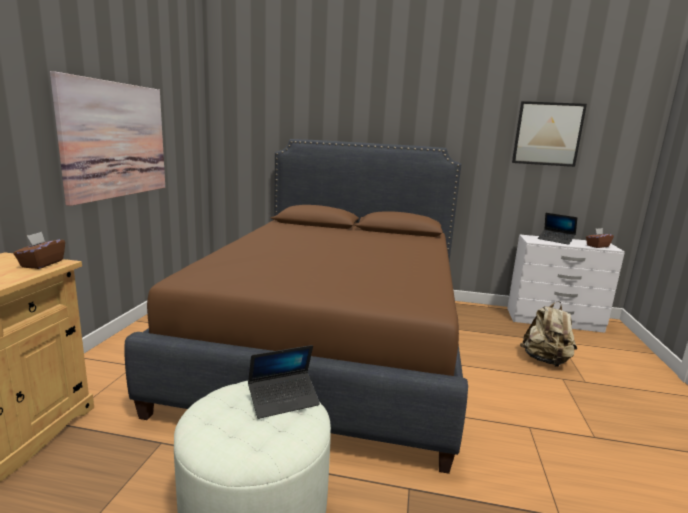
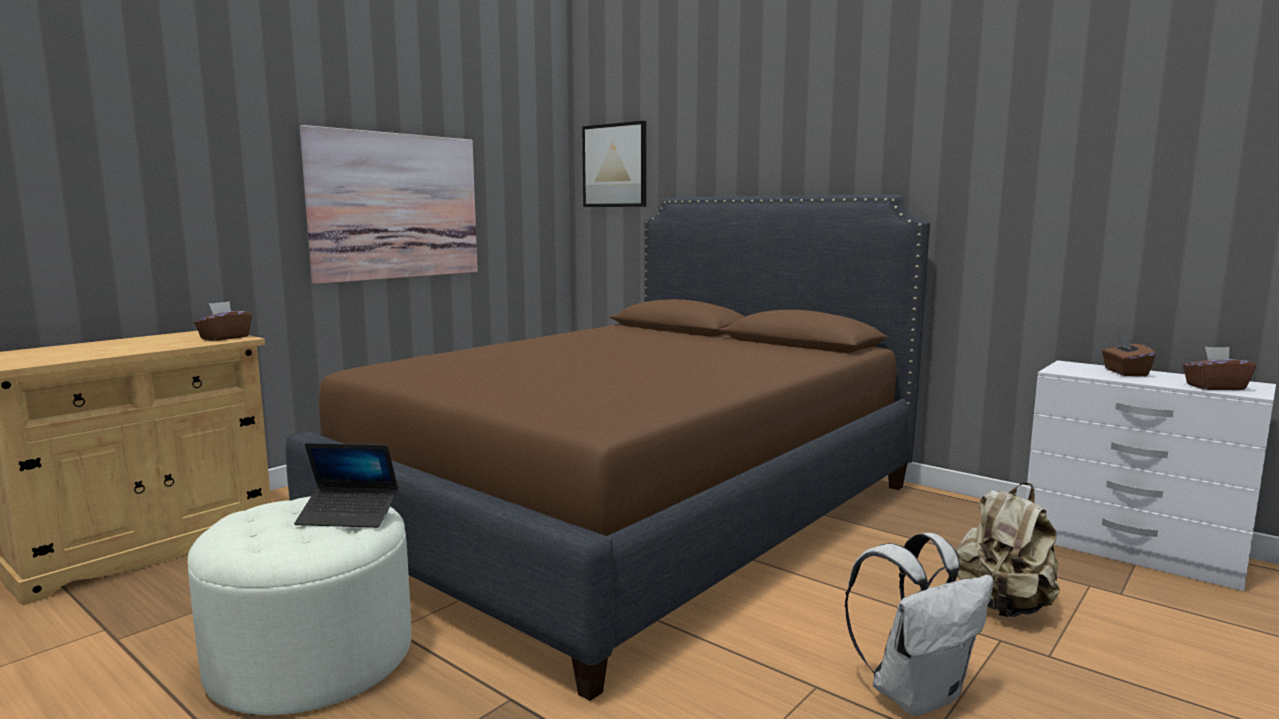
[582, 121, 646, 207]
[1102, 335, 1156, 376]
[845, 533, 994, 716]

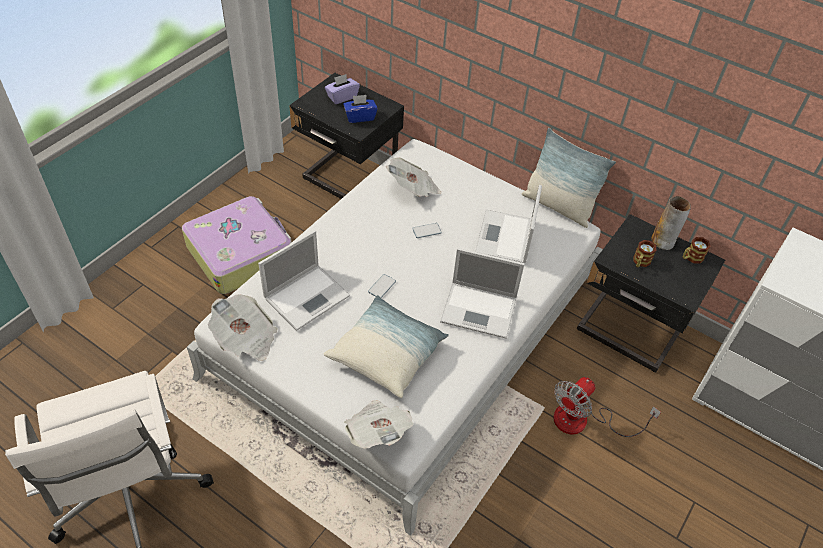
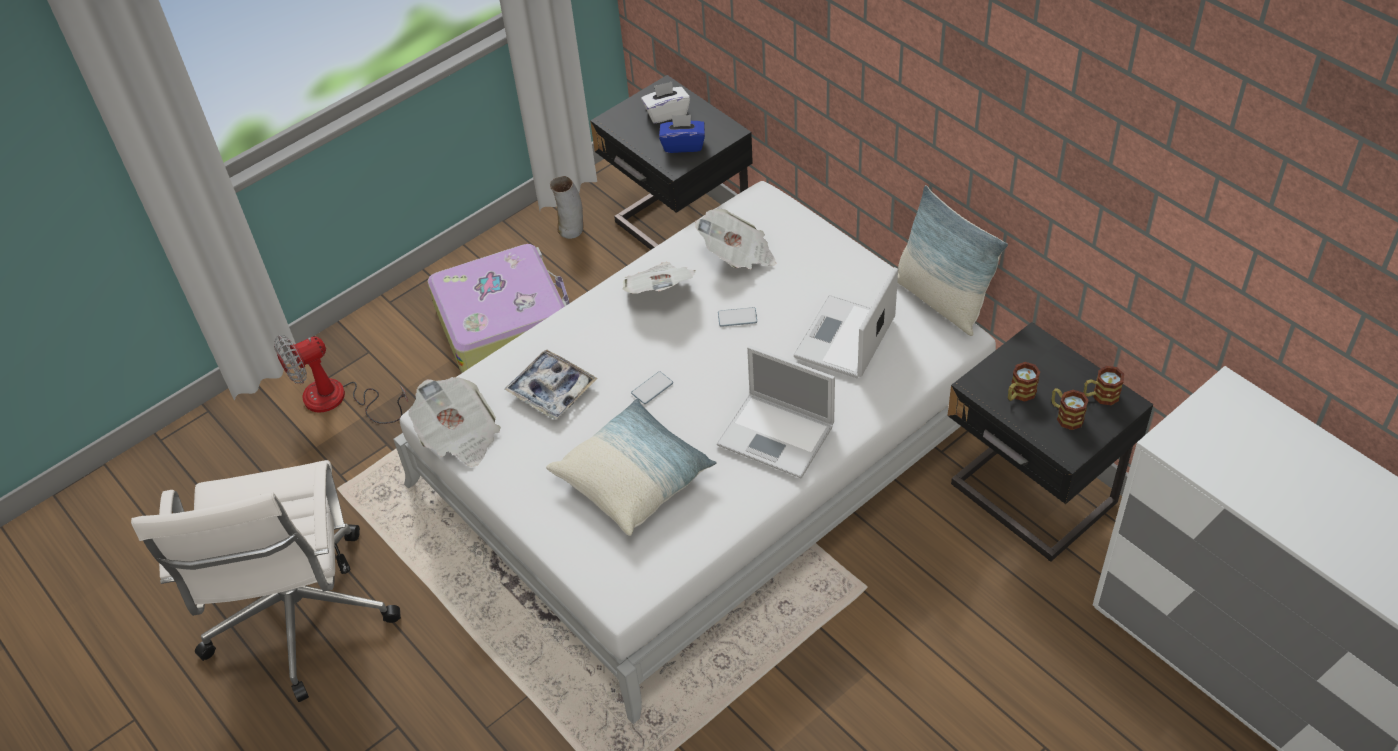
[504, 349, 598, 419]
[641, 82, 690, 124]
[623, 262, 696, 294]
[274, 335, 408, 424]
[550, 176, 583, 239]
[1051, 388, 1089, 430]

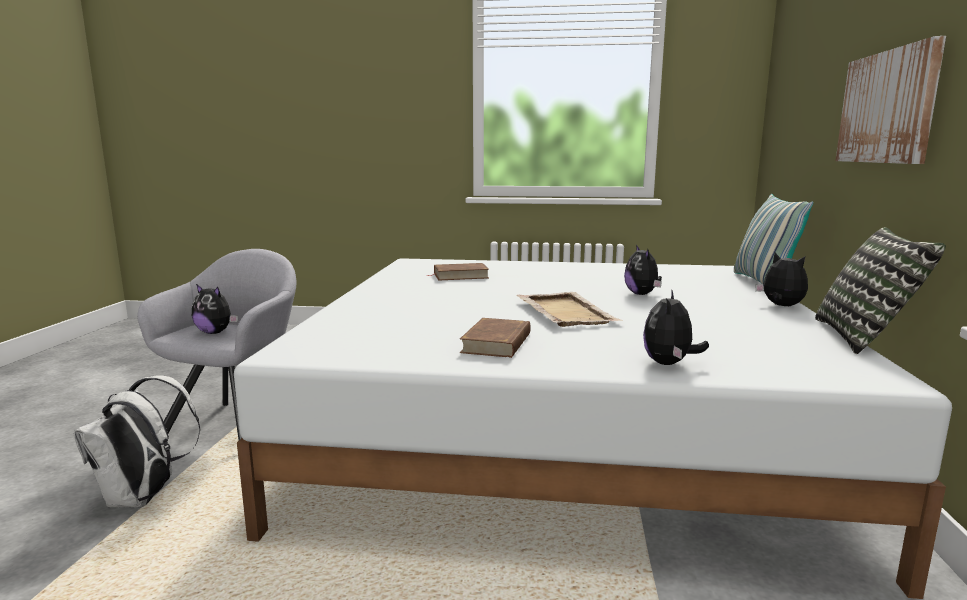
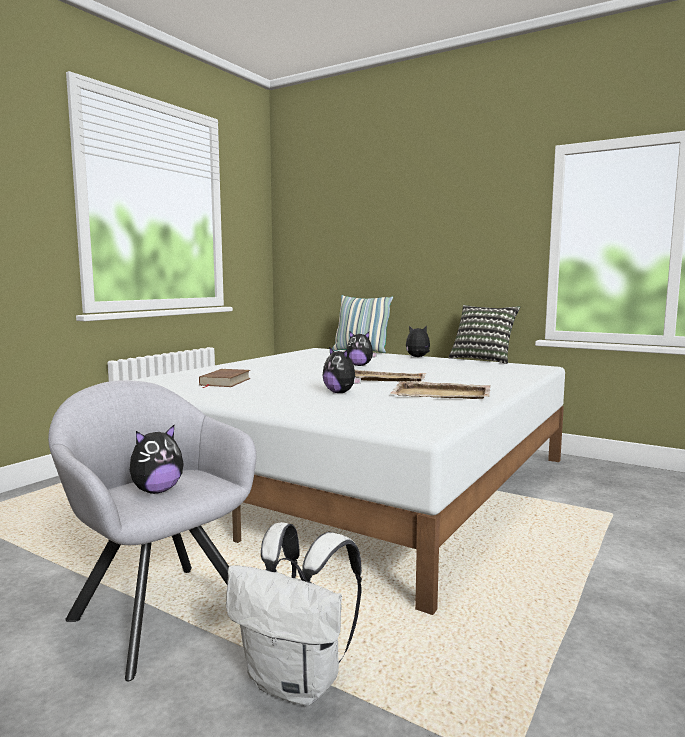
[390, 381, 491, 399]
[322, 347, 361, 393]
[836, 36, 946, 164] (first image)

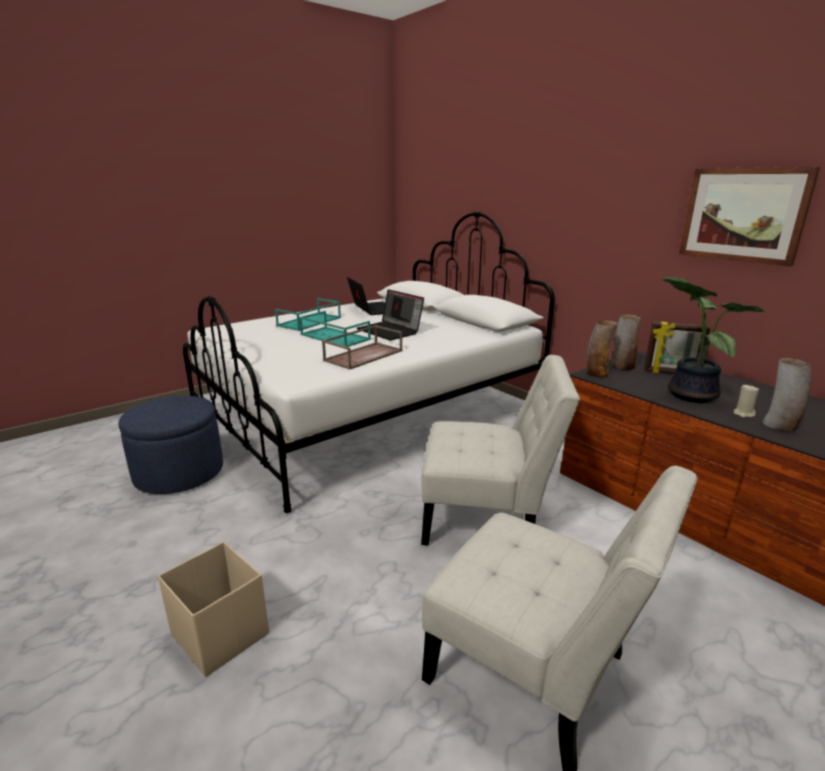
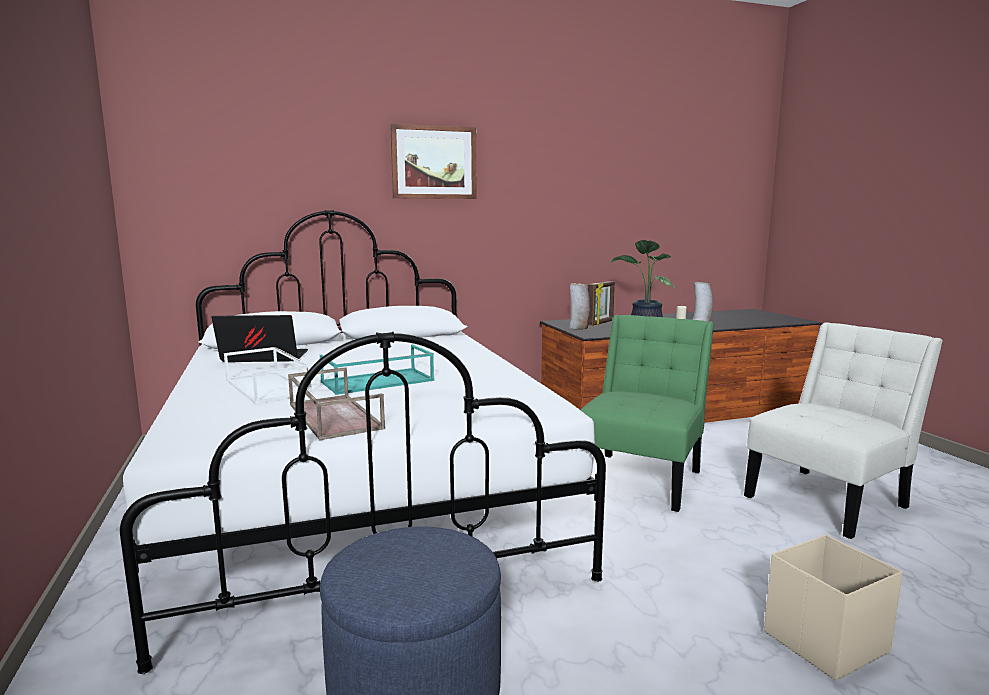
[224, 347, 312, 404]
[288, 367, 385, 440]
[357, 289, 424, 340] (first image)
[581, 315, 714, 512]
[586, 320, 618, 378] (first image)
[390, 124, 477, 199]

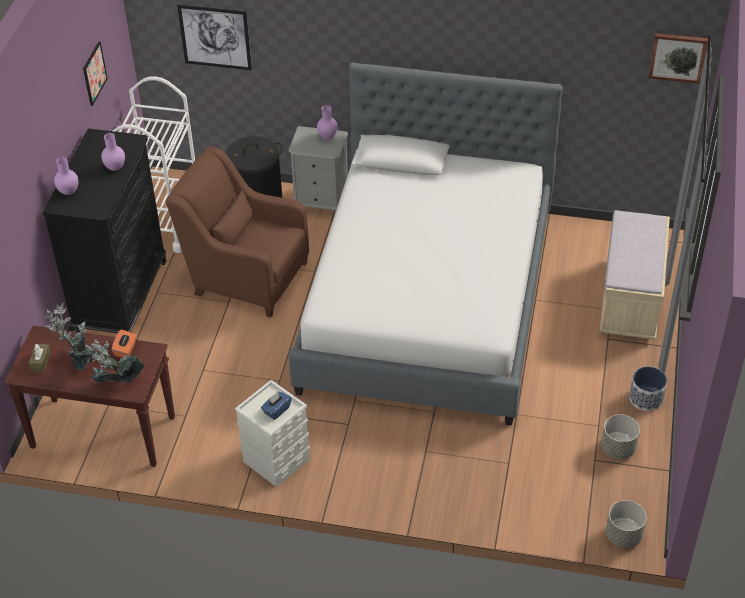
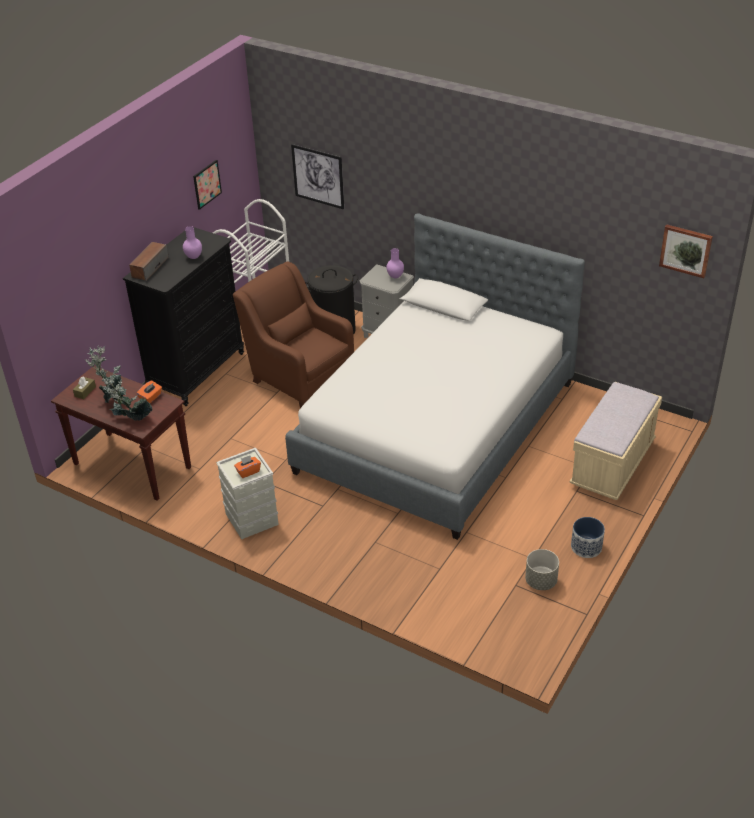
[129, 242, 168, 281]
[234, 456, 261, 478]
[606, 500, 647, 548] (first image)

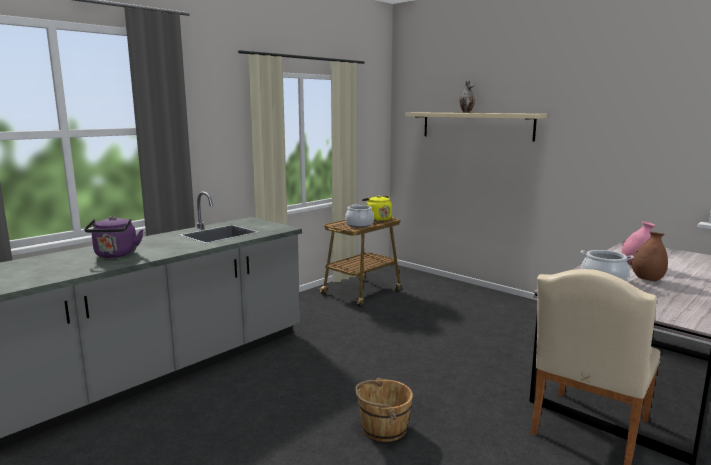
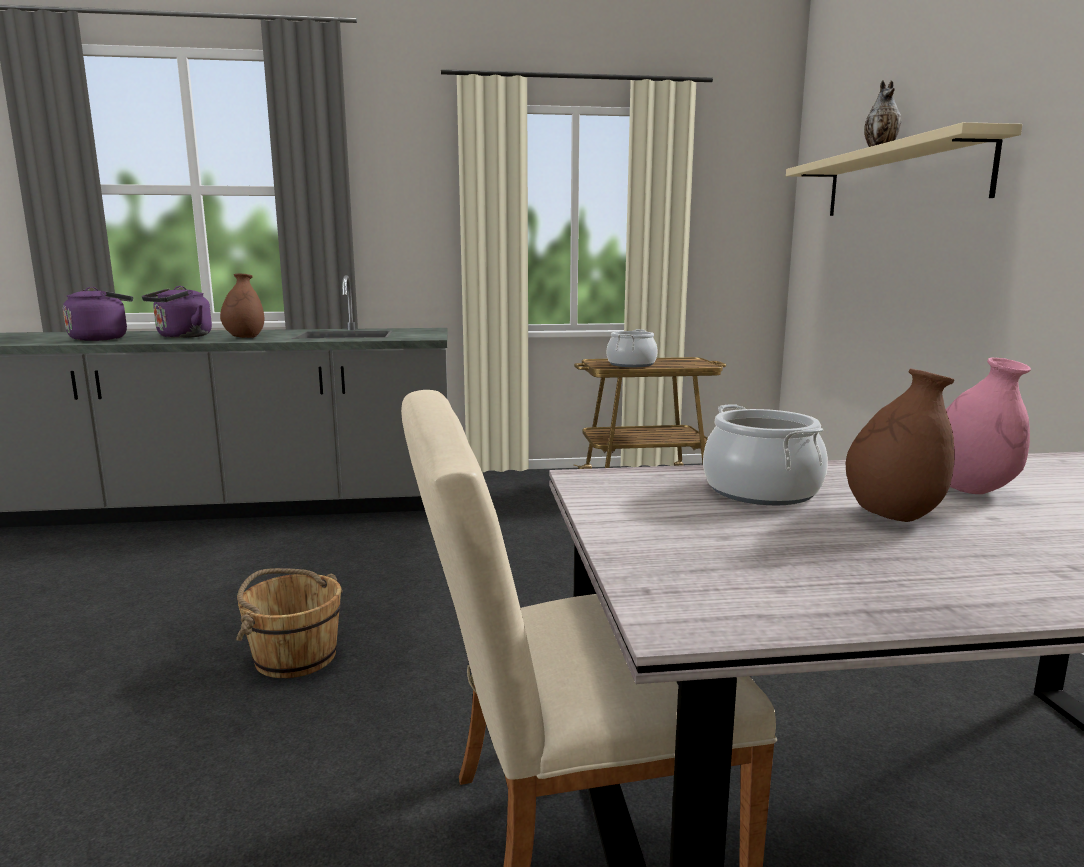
[362, 195, 392, 221] (first image)
[63, 287, 133, 341]
[220, 273, 264, 338]

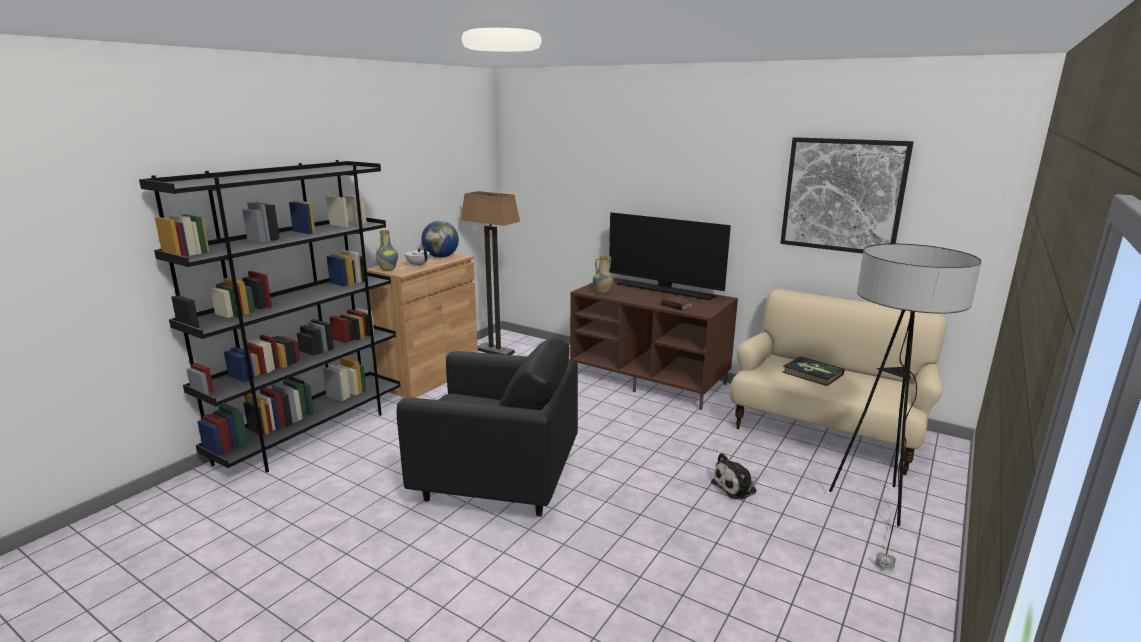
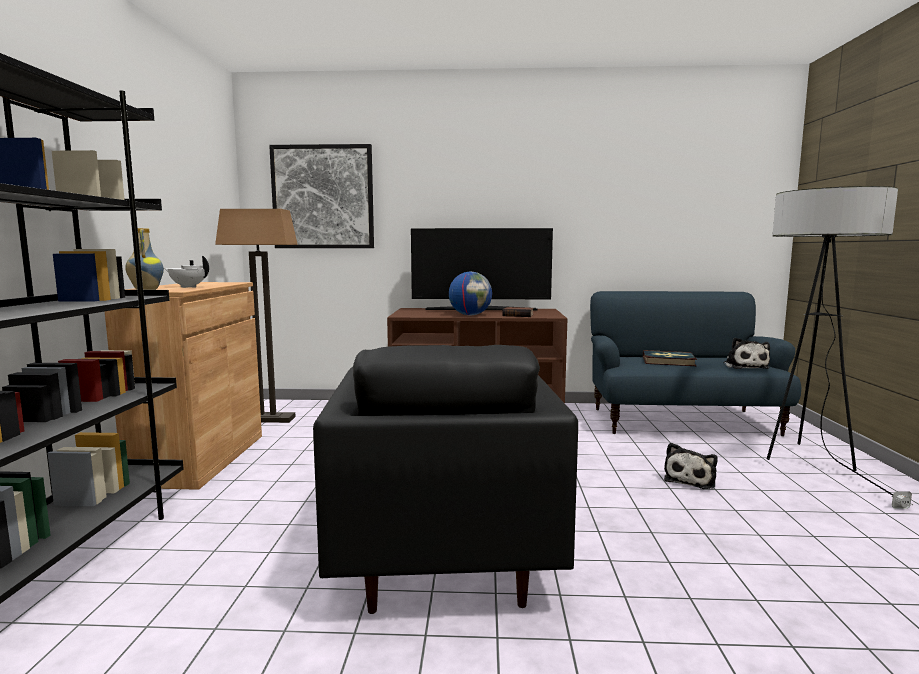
[313, 345, 578, 614]
[449, 272, 492, 315]
[593, 256, 613, 294] (first image)
[590, 291, 801, 437]
[269, 144, 374, 248]
[724, 338, 770, 369]

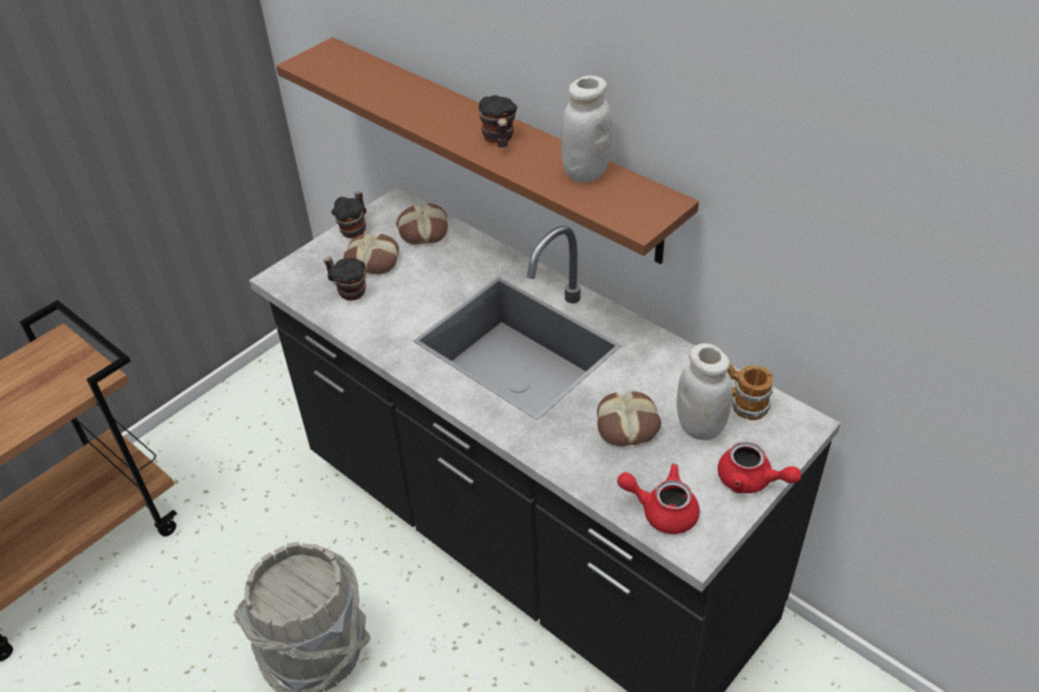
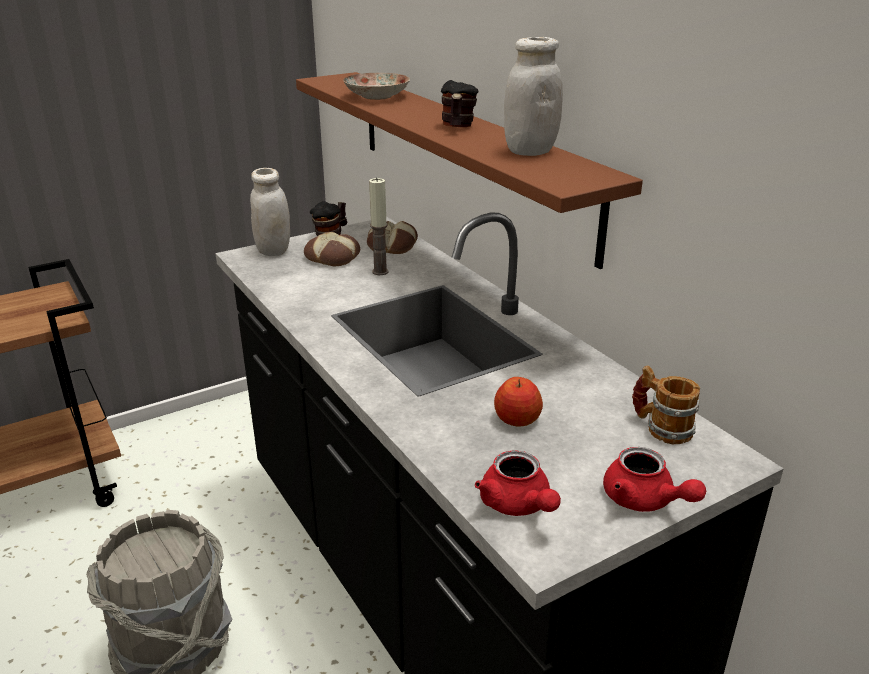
[323, 256, 366, 300] (first image)
[494, 377, 543, 427]
[475, 450, 561, 516]
[250, 168, 290, 256]
[343, 73, 410, 100]
[369, 178, 389, 275]

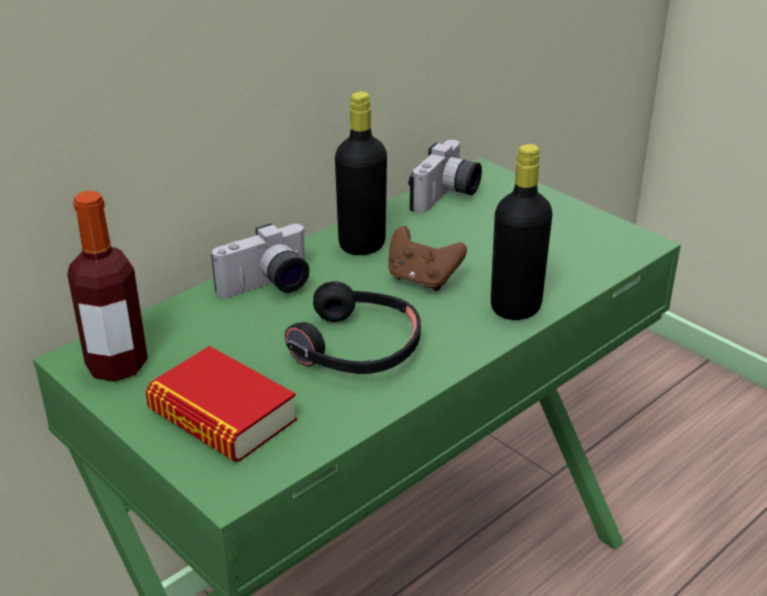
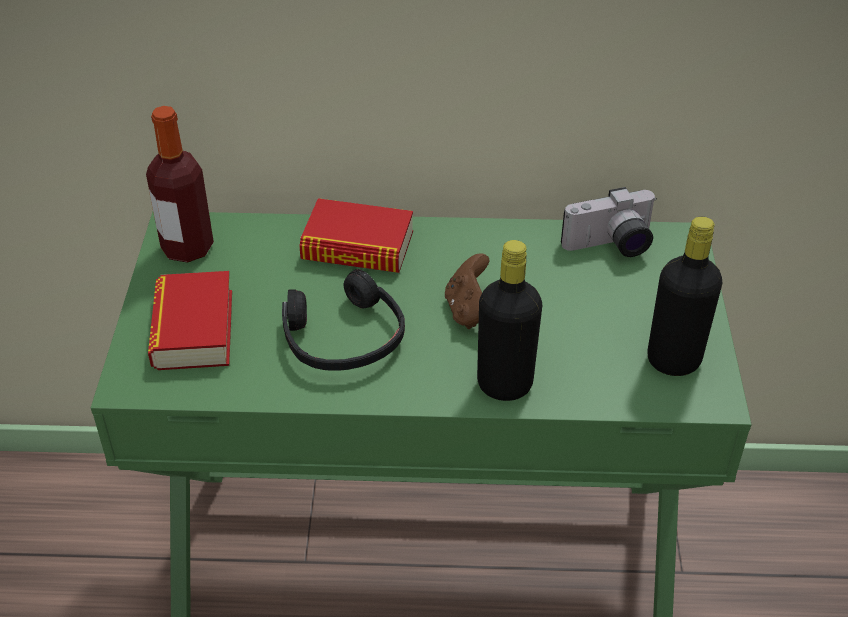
[299, 198, 413, 273]
[648, 217, 722, 376]

